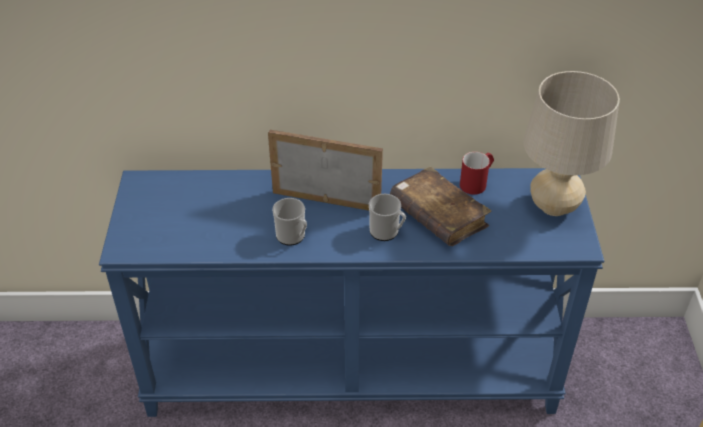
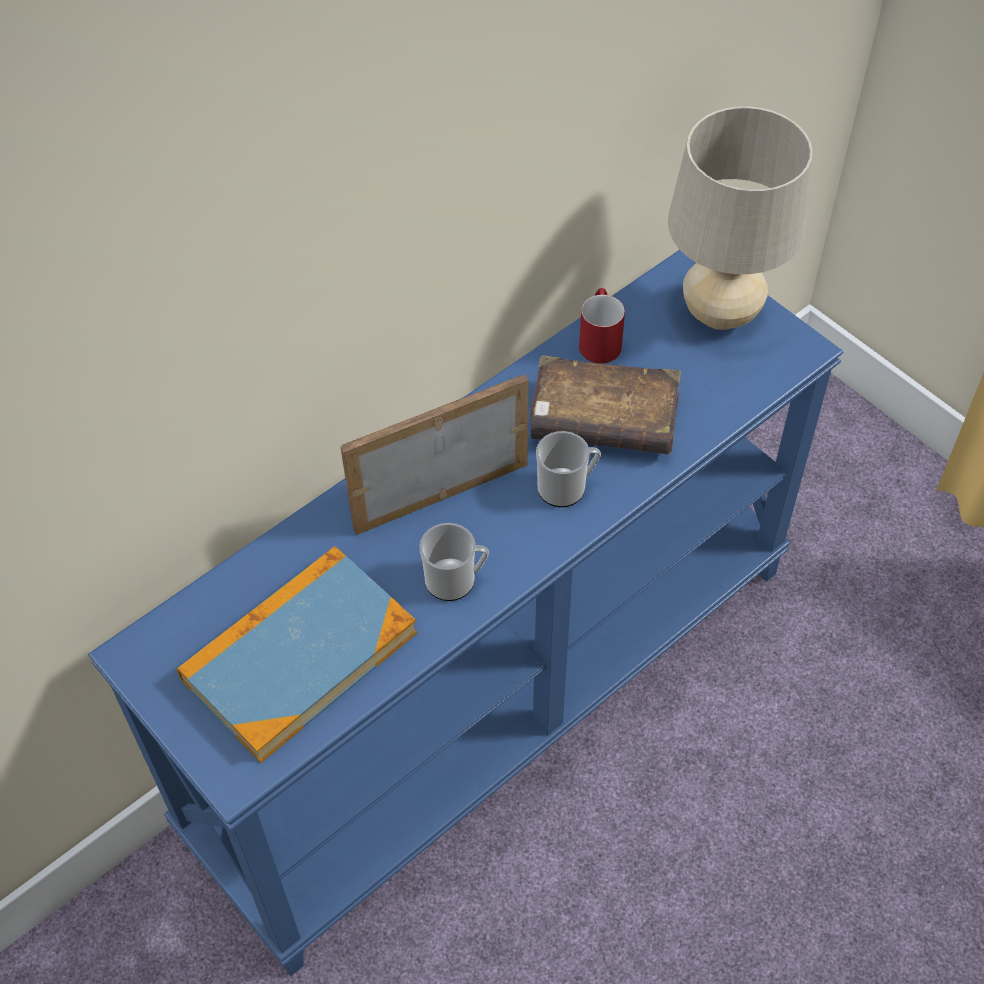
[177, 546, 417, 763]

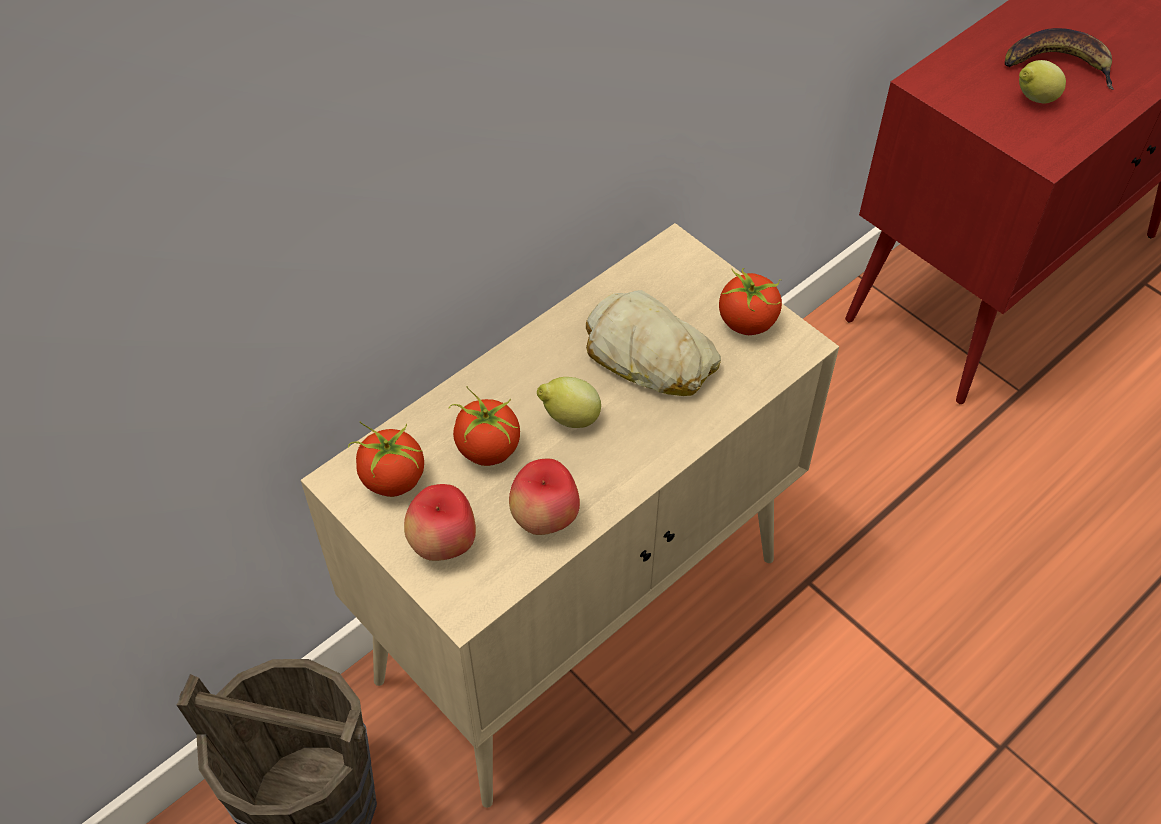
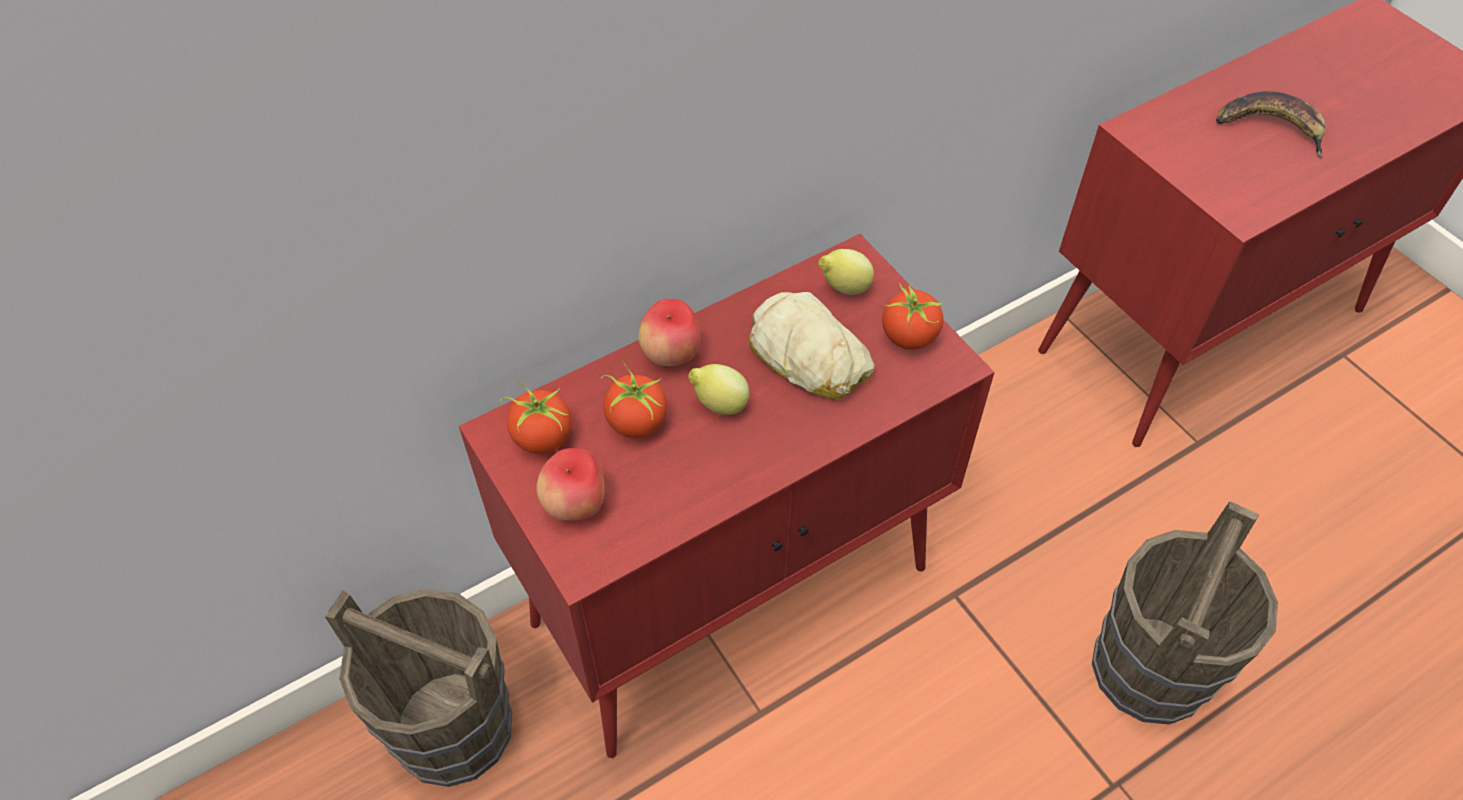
[459, 234, 994, 758]
[638, 299, 700, 366]
[818, 249, 874, 295]
[1092, 501, 1278, 724]

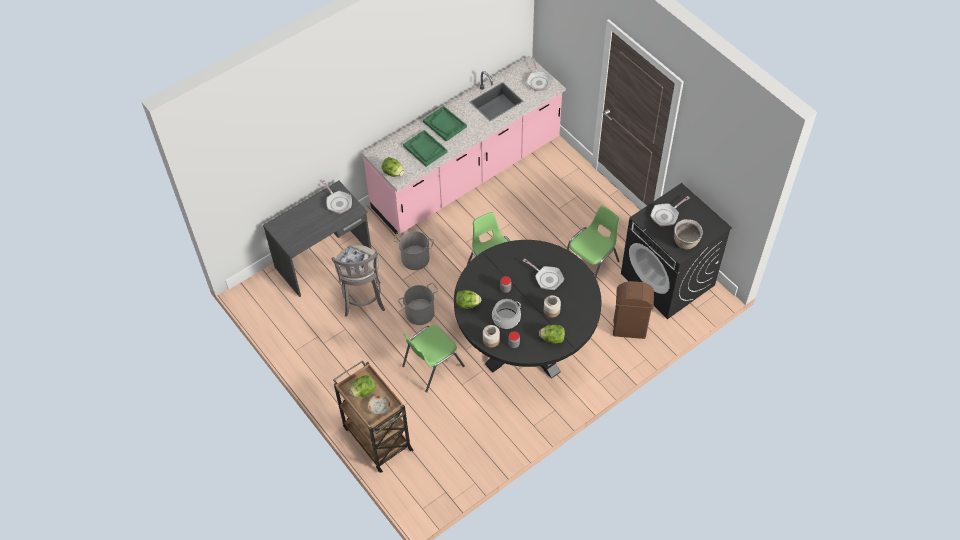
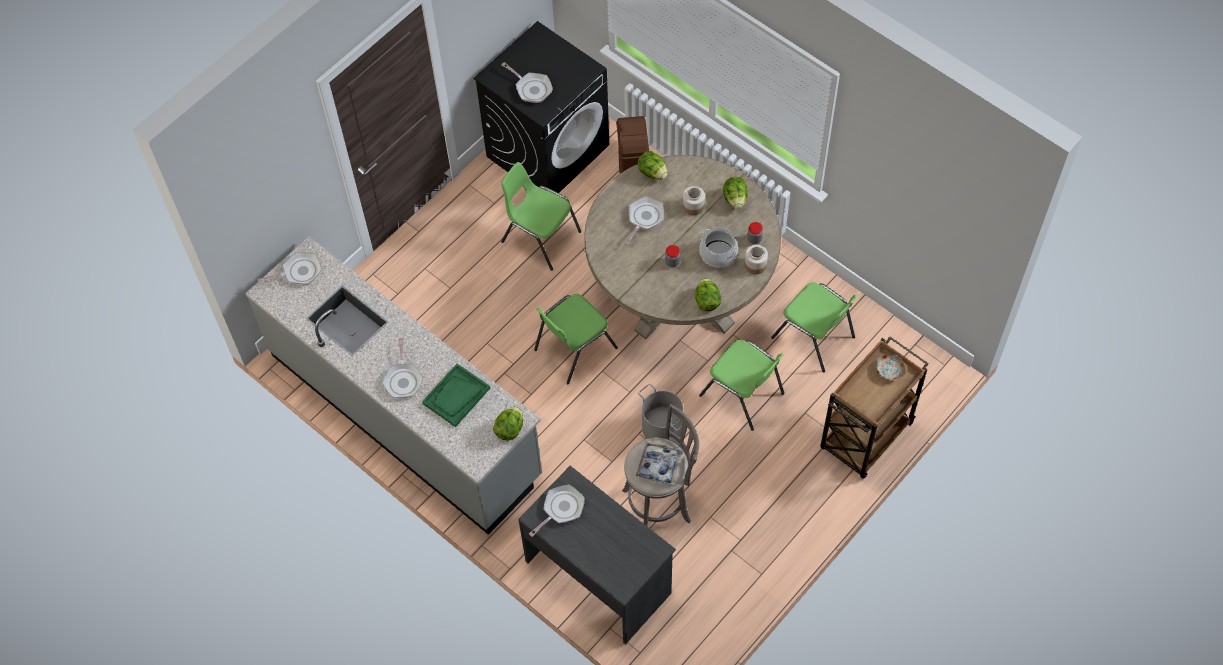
[638, 151, 667, 180]
[245, 237, 542, 535]
[393, 231, 434, 270] (first image)
[382, 338, 424, 398]
[584, 155, 781, 339]
[674, 219, 703, 249] (first image)
[771, 282, 858, 372]

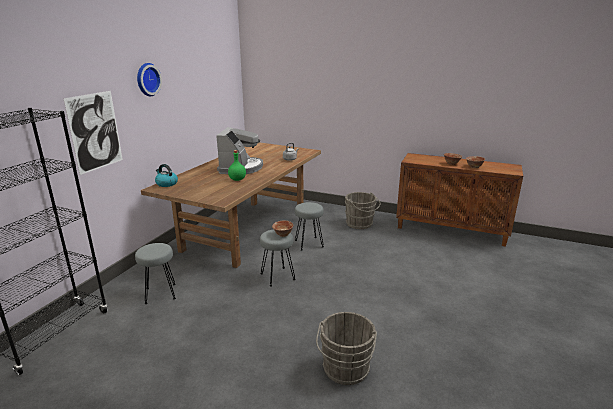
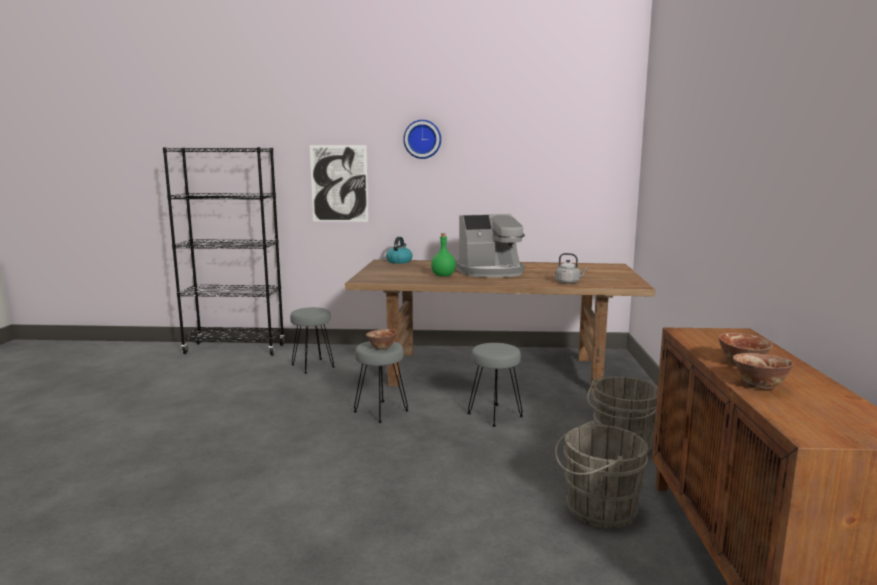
[555, 421, 648, 528]

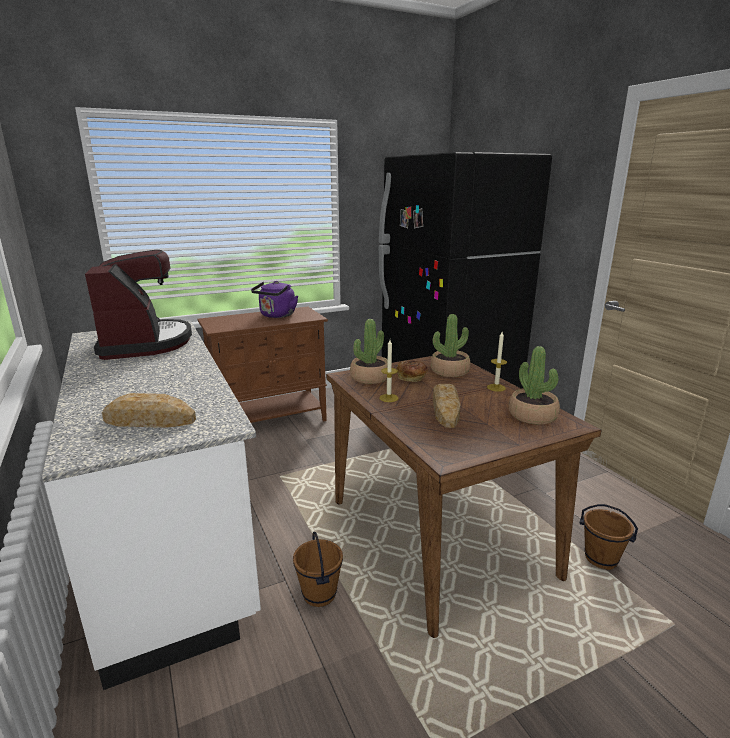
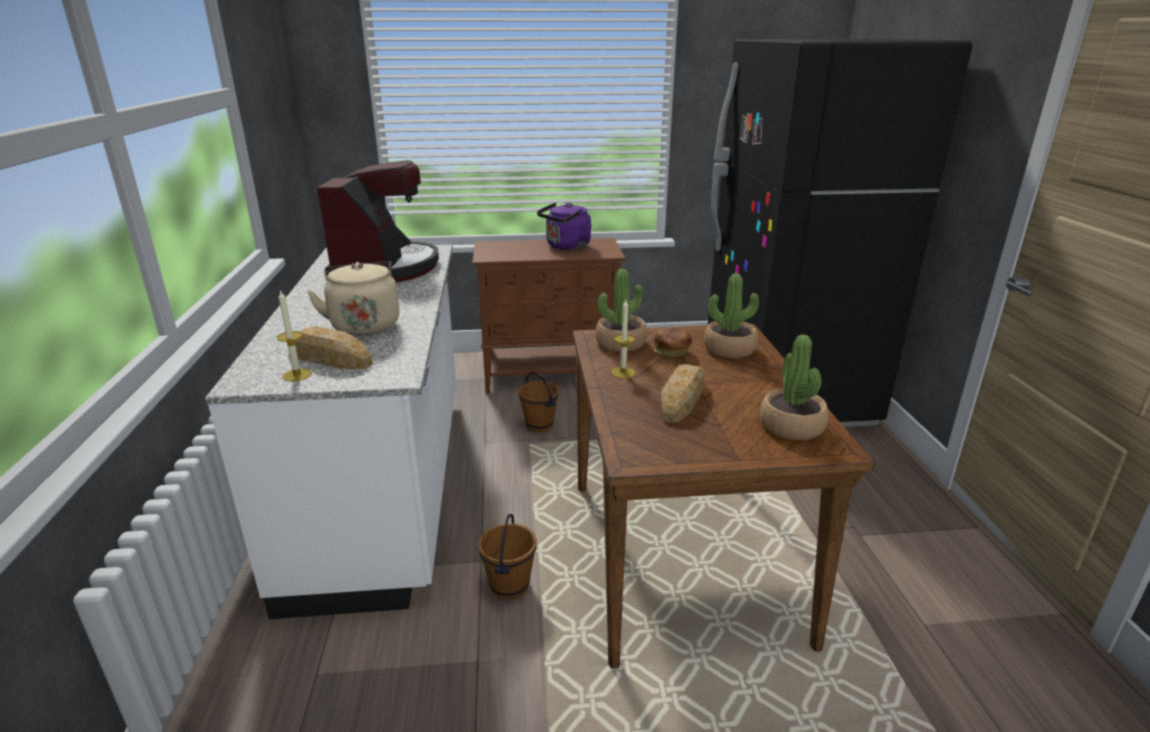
[277, 290, 312, 381]
[518, 372, 559, 432]
[307, 261, 399, 336]

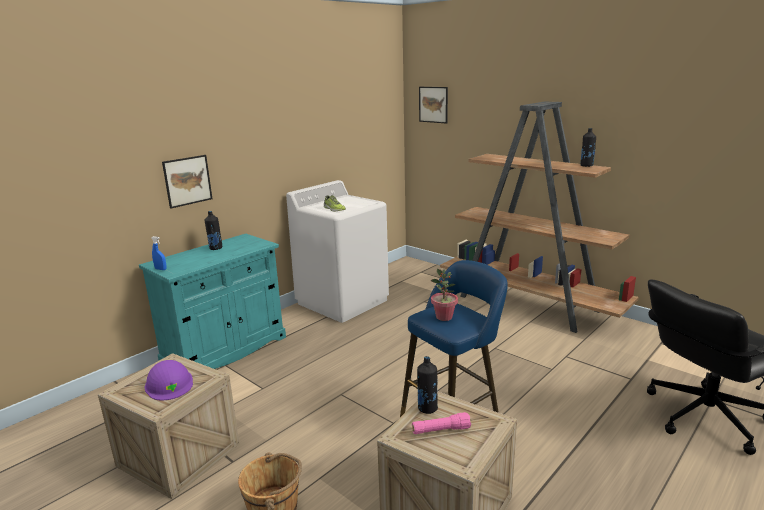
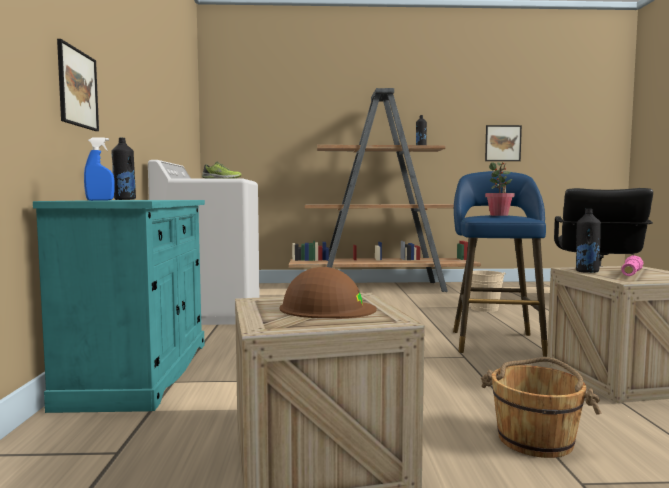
[279, 267, 377, 318]
[485, 125, 522, 161]
[470, 270, 506, 312]

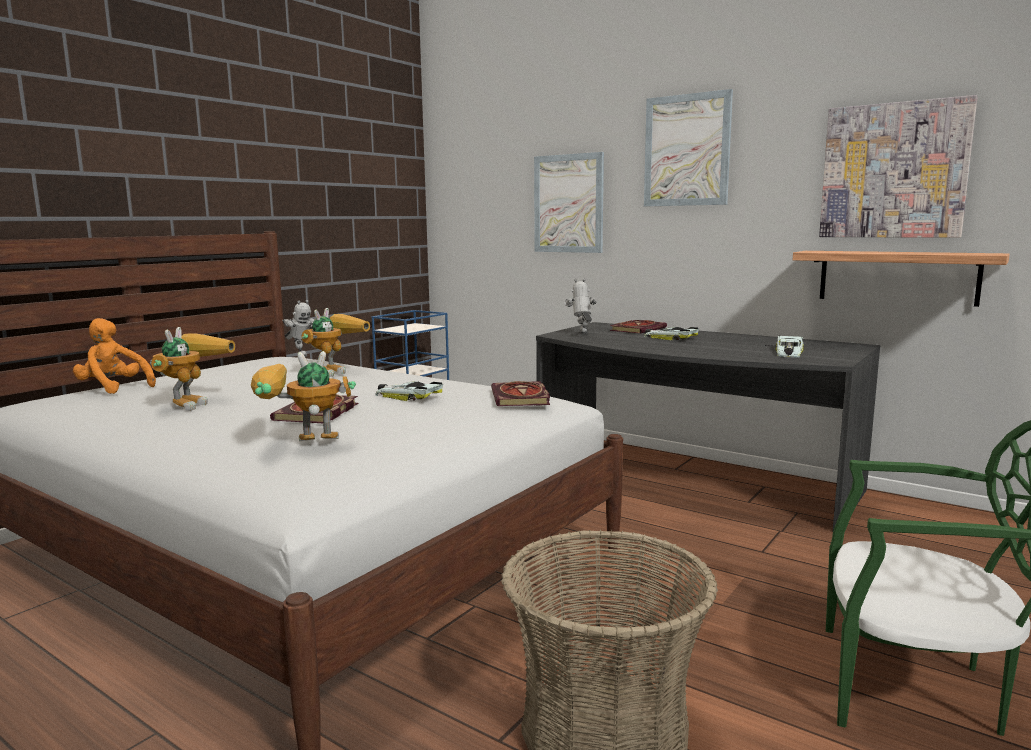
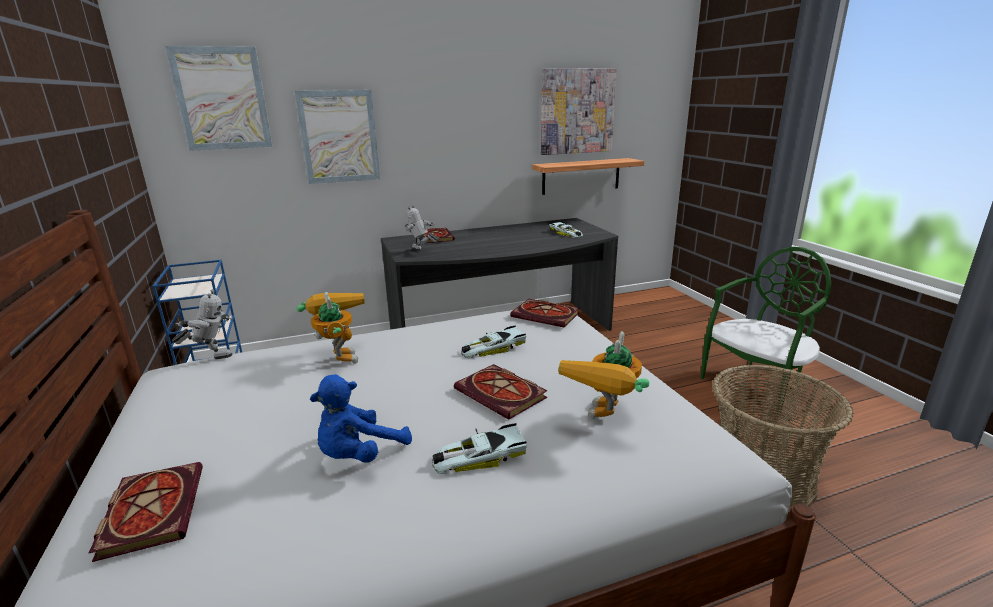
[89, 462, 203, 562]
[310, 374, 412, 463]
[165, 46, 273, 151]
[432, 423, 527, 474]

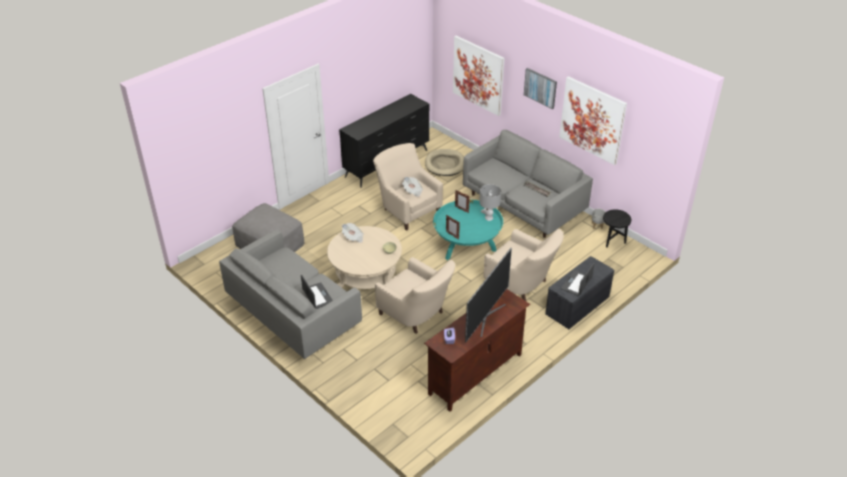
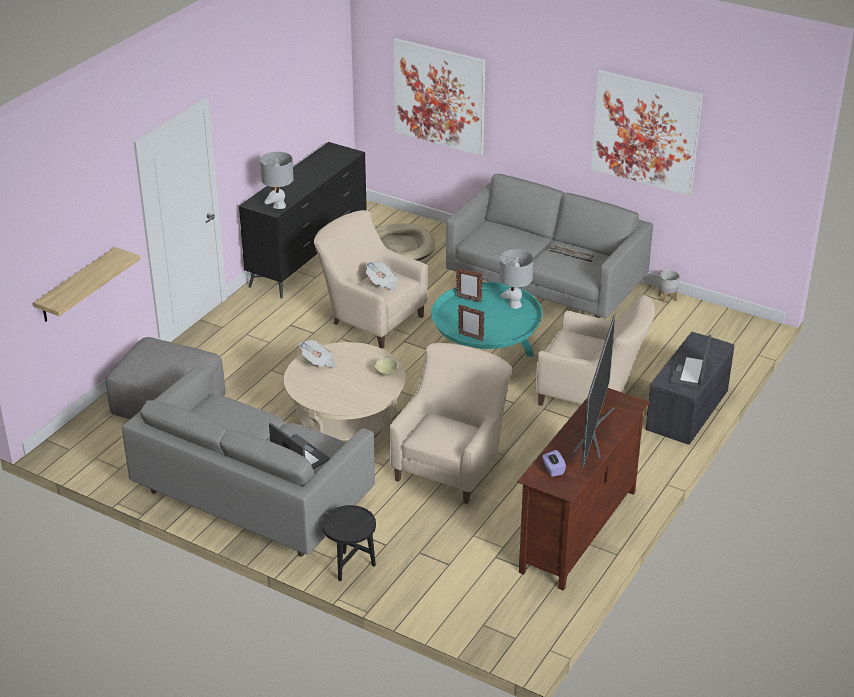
[389, 343, 512, 504]
[524, 68, 557, 109] (first image)
[322, 505, 376, 581]
[33, 247, 140, 322]
[260, 152, 294, 209]

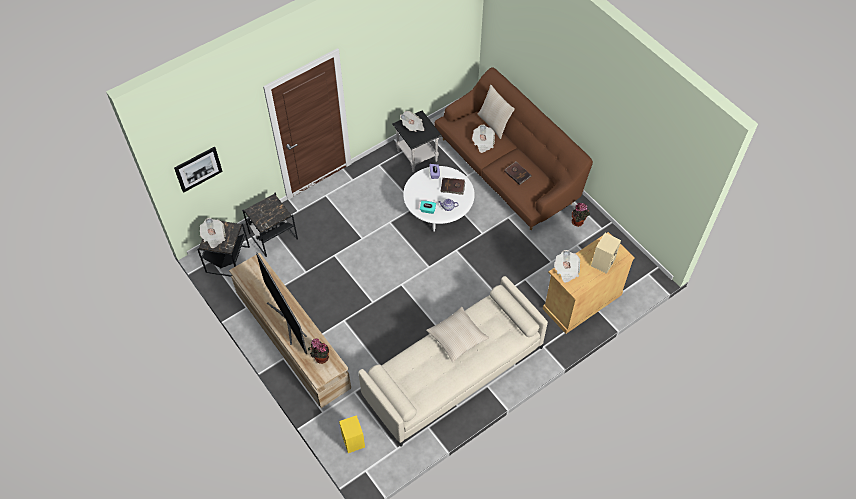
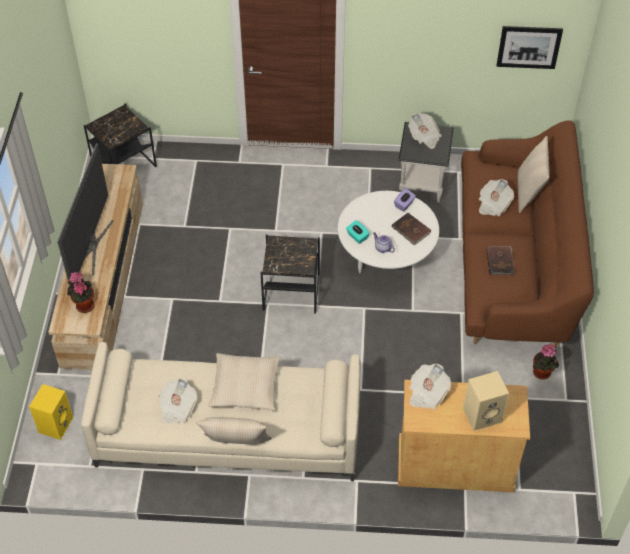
[497, 26, 563, 69]
[159, 378, 197, 424]
[261, 234, 320, 314]
[195, 417, 272, 444]

